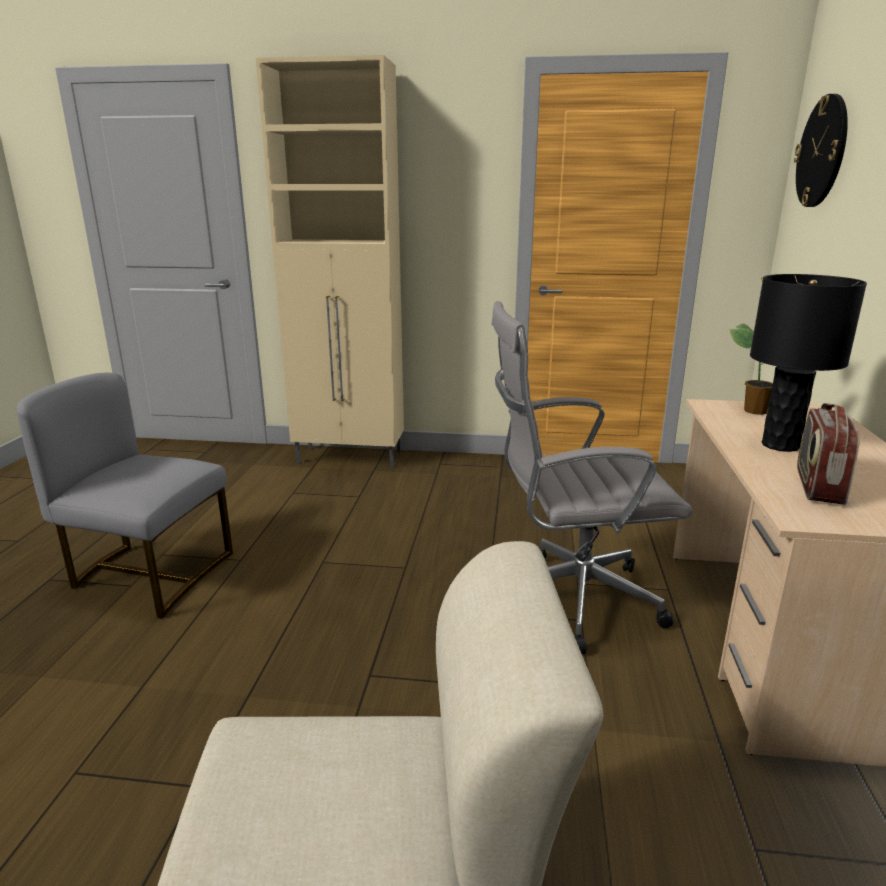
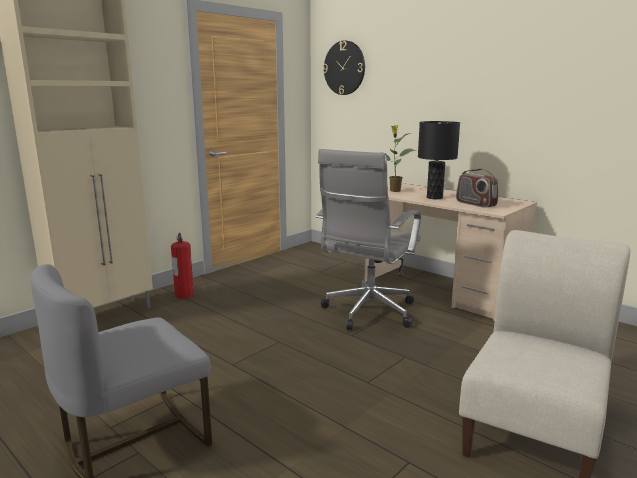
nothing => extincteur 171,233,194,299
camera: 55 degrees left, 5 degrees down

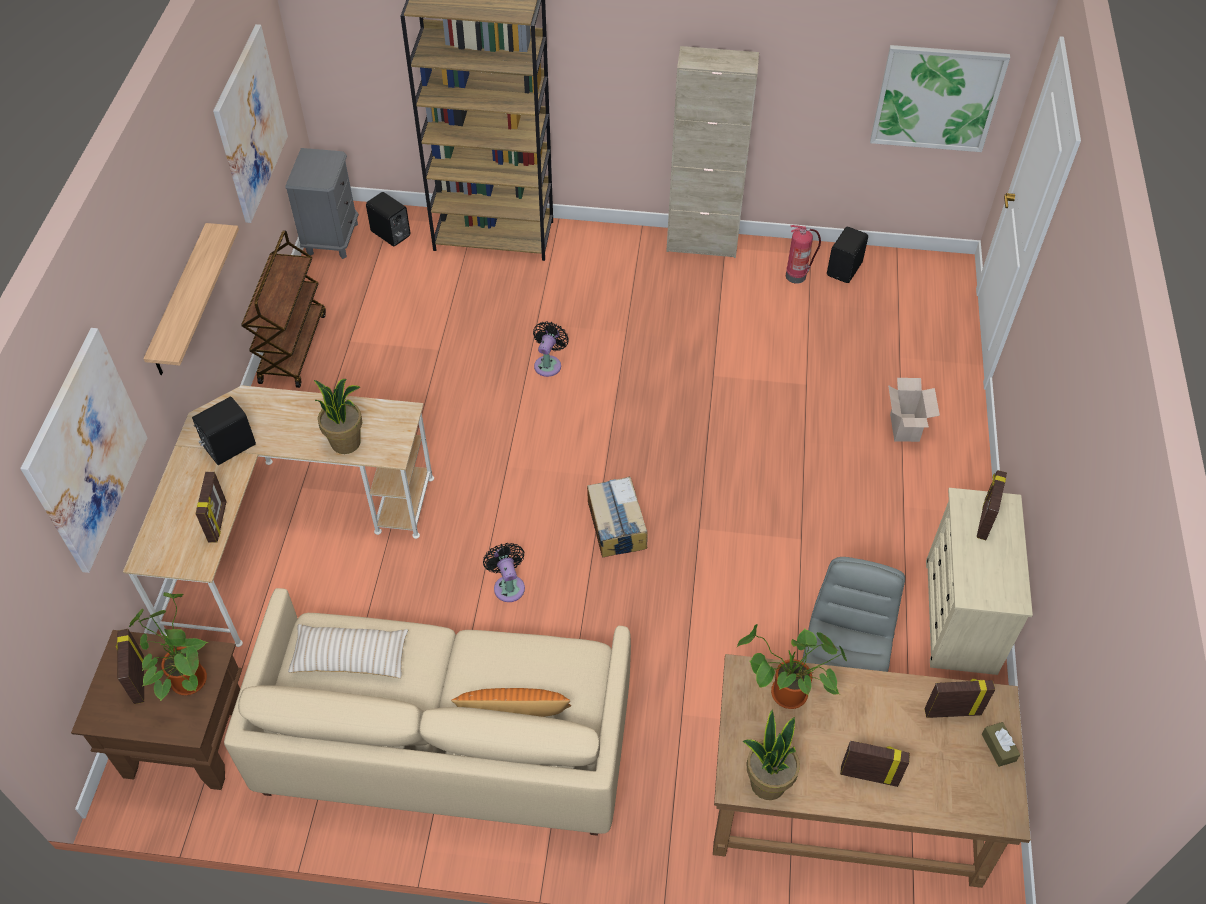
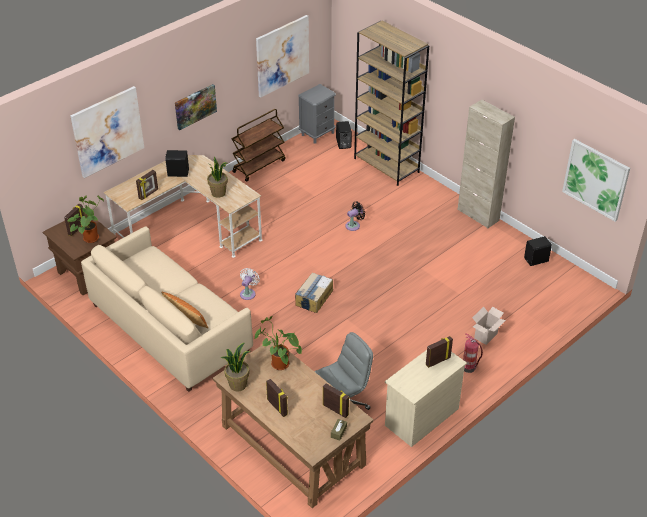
étagère 143,223,239,375 => tableau 175,84,217,130
ventilateur (noir) 483,543,525,602 => ventilateur (blanc) 240,268,260,300
extincteur 786,225,821,284 => extincteur 463,333,483,373, moved
coussin (beige) 288,624,408,678 => nothing
camera: 40 degrees right, 10 degrees down

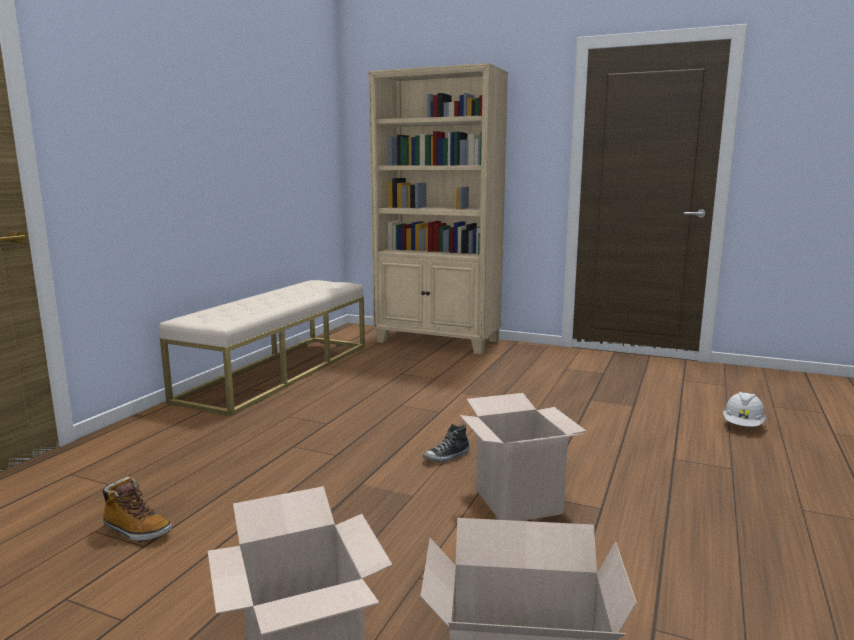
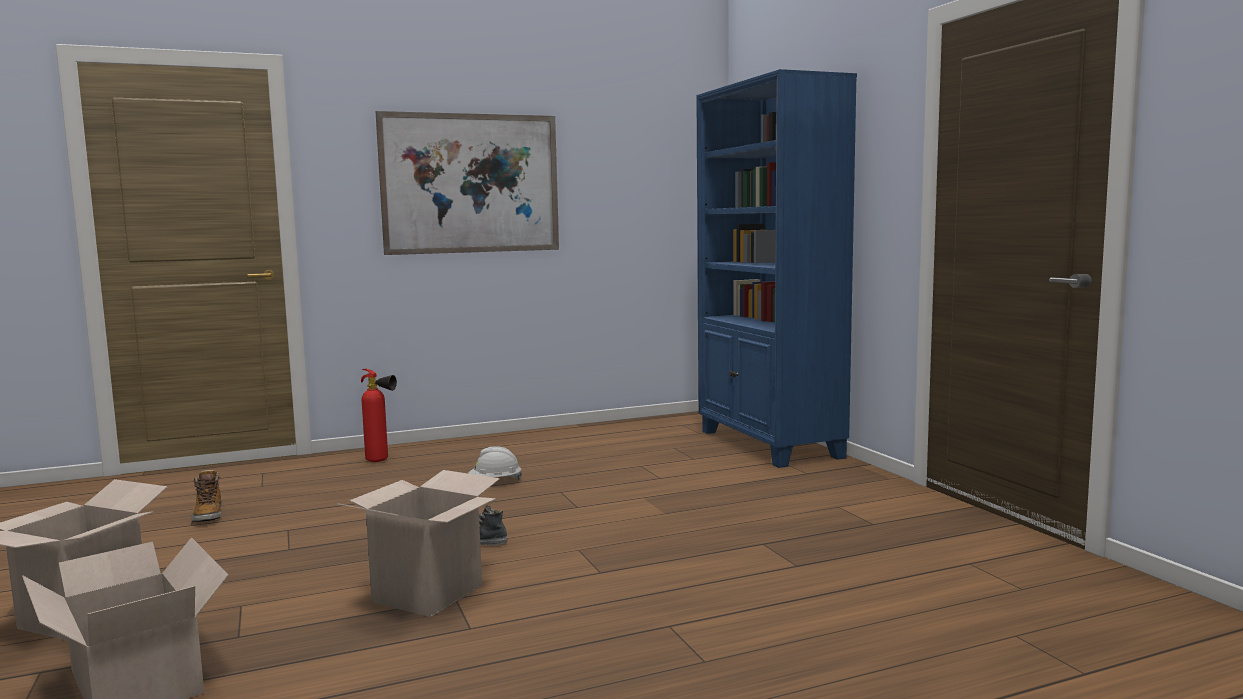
nothing => extincteur 361,369,397,462
nothing => tableau 376,111,559,255
casque de chantier (blanc) 723,392,766,427 => casque de chantier (blanc) 468,446,522,480, moved
bibliothèque (beige) 368,63,508,355 => bibliothèque (bleu) 696,69,857,468
banc (beige) 159,280,365,416 => nothing
camera: 45 degrees right, 5 degrees down

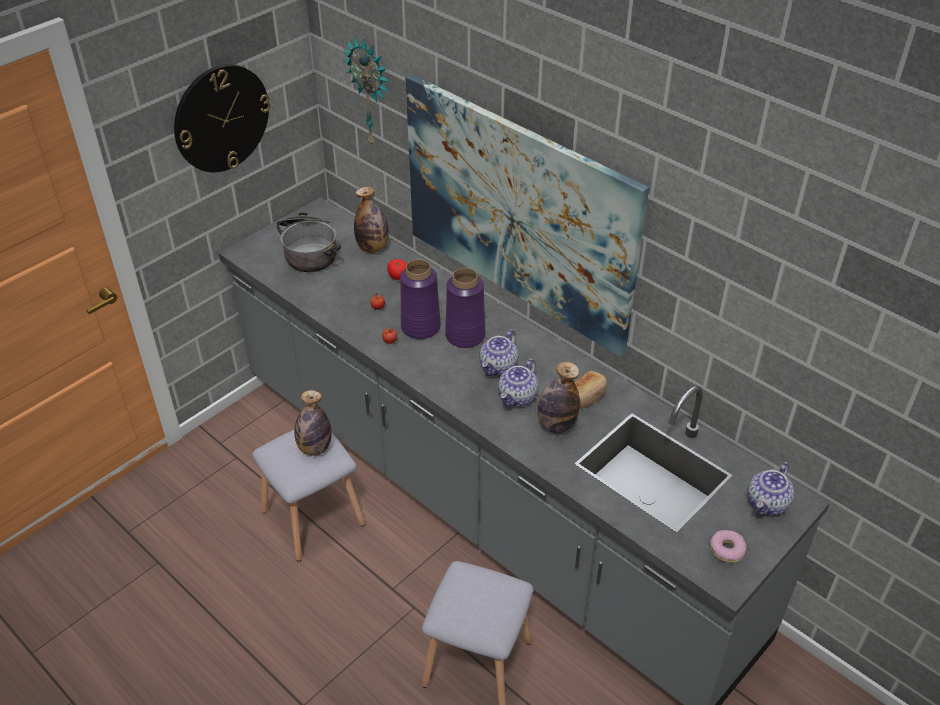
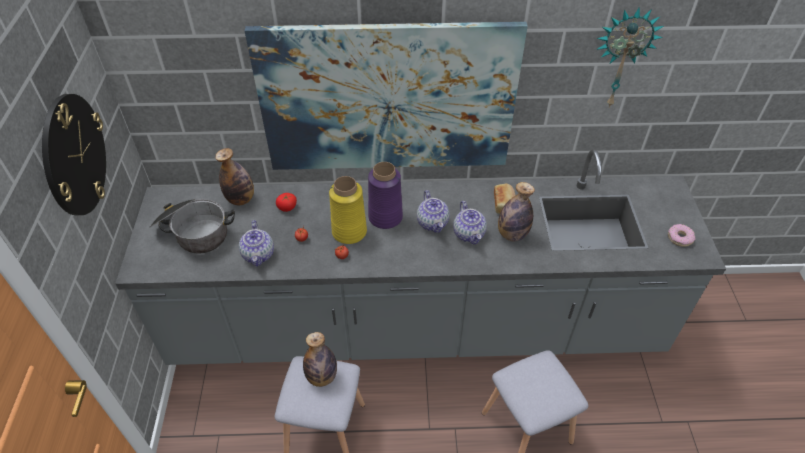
théière 748,462,794,516 => théière 239,220,274,267, moved
vase (violet) 400,259,441,339 => vase (jaune) 329,176,367,244
horloge murale 343,37,389,147 => horloge murale 596,7,664,107, moved
camera: 45 degrees left, 5 degrees up

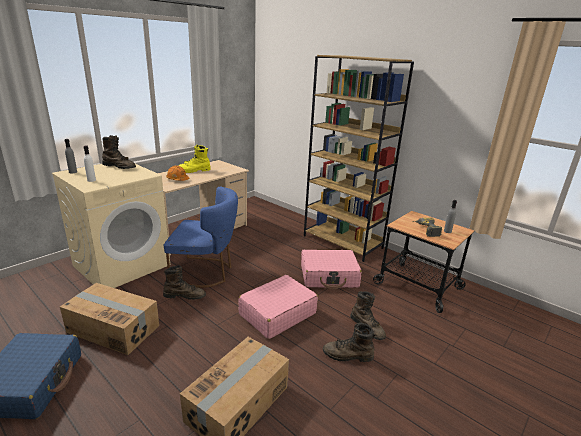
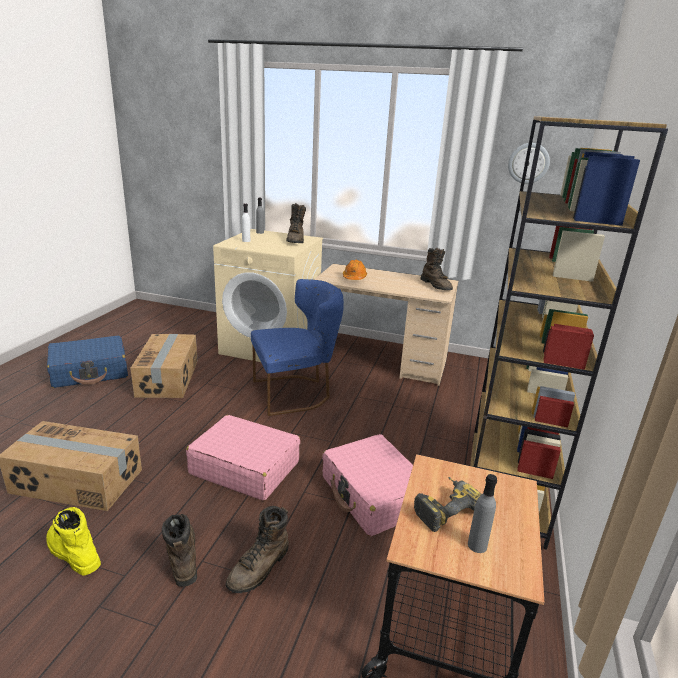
botte (jaune) 179,145,211,173 => botte (jaune) 46,507,101,576, moved
chaise (bleu) 164,187,238,288 => chaise (bleu) 251,279,344,416, 90 degrees counterclockwise
botte (marron) 163,265,206,300 => botte (marron) 420,248,453,290, moved
nothing => horloge murale 508,143,550,184
camera: 65 degrees right, 0 degrees up

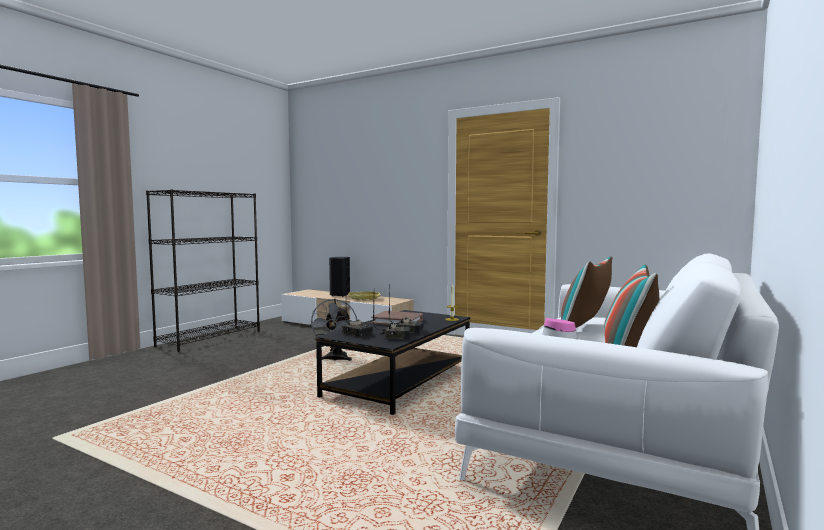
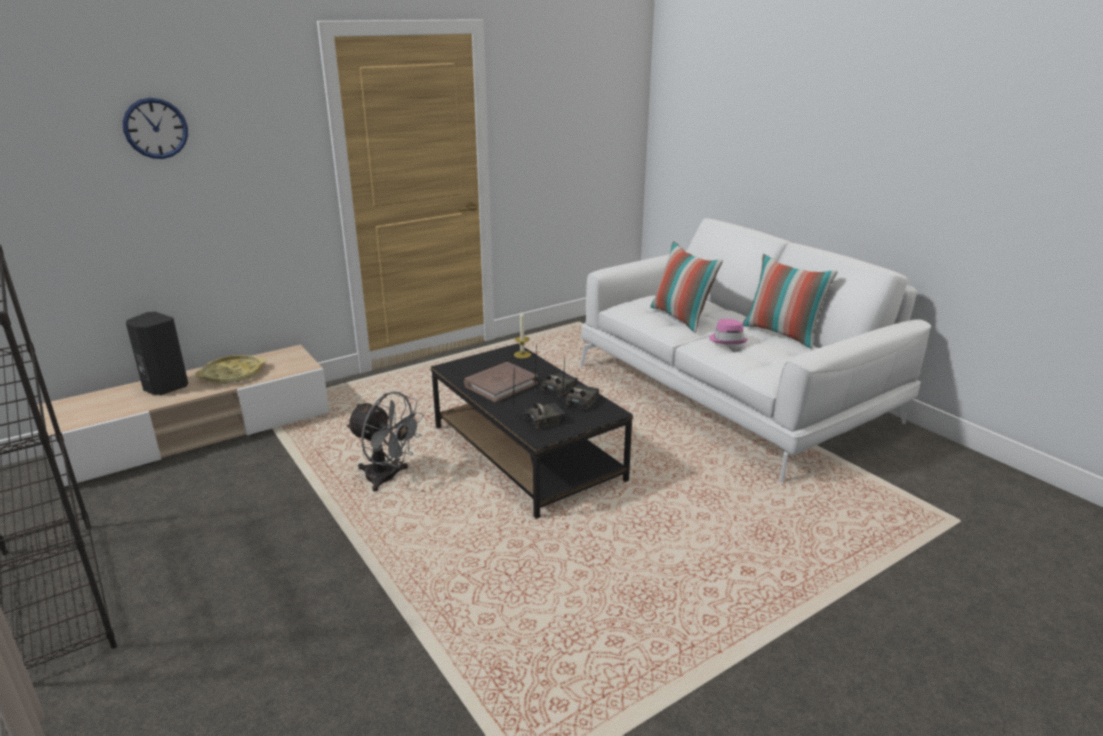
nothing => horloge murale 122,98,188,159
camera: 65 degrees left, 20 degrees up

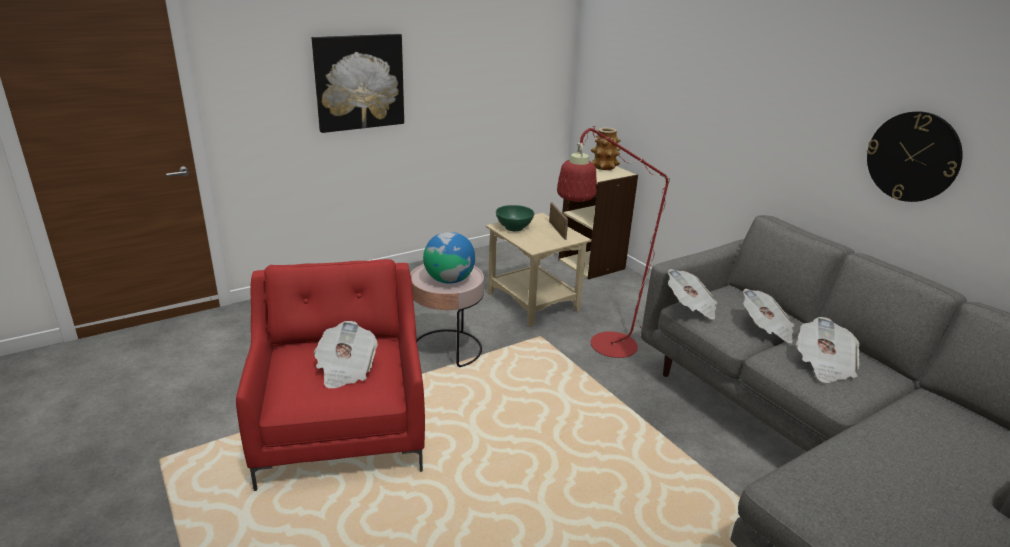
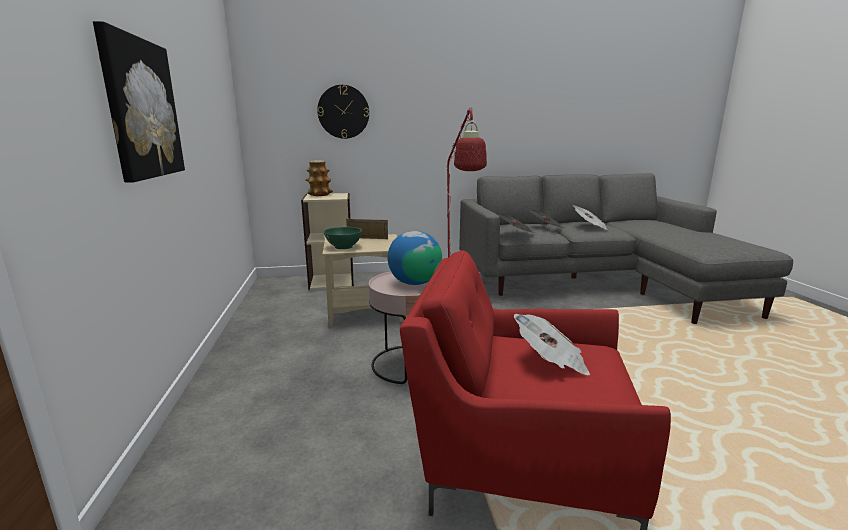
horloge murale 867,111,963,202 => horloge murale 317,85,369,139, moved
camera: 65 degrees left, 10 degrees down

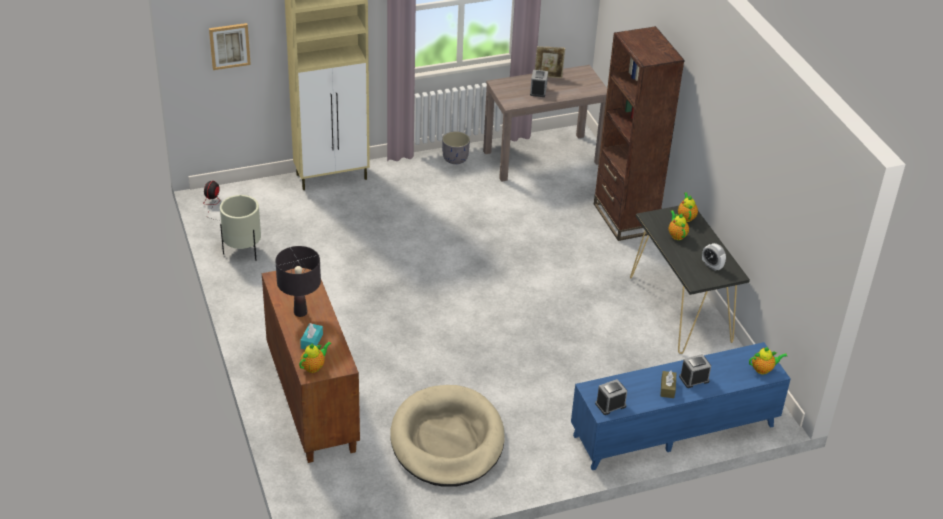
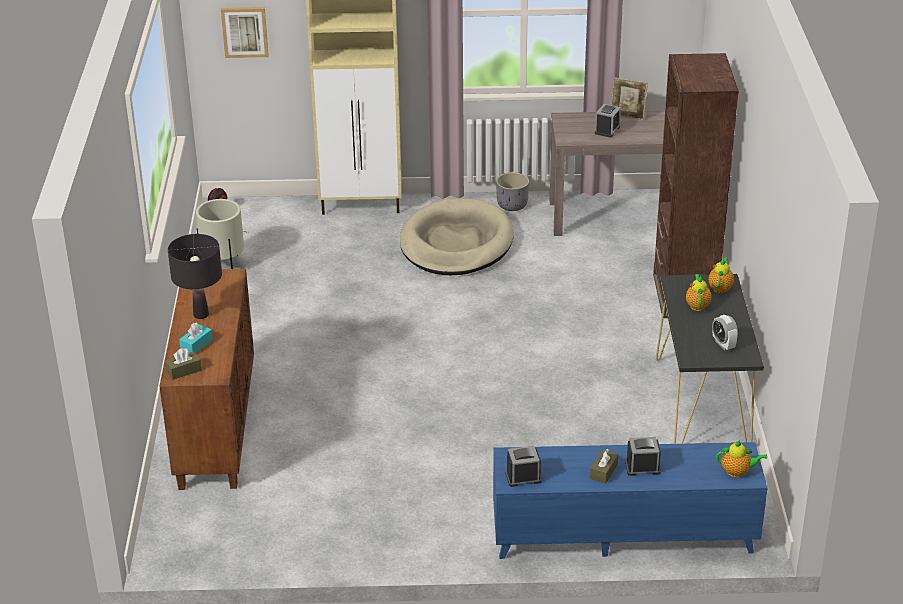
théière 299,342,332,373 => boîte à mouchoirs (marron) 165,348,202,380
panier pour chien (beige) 390,385,504,487 => panier pour chien (beige) 400,198,514,275, moved
camera: 20 degrees right, 5 degrees down

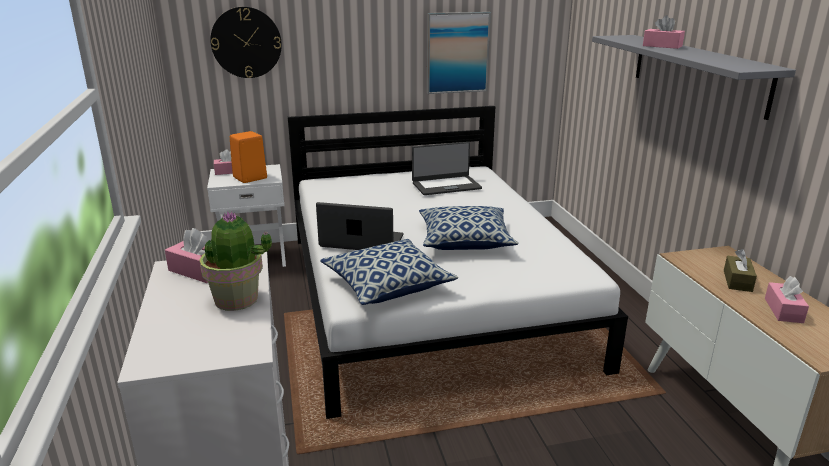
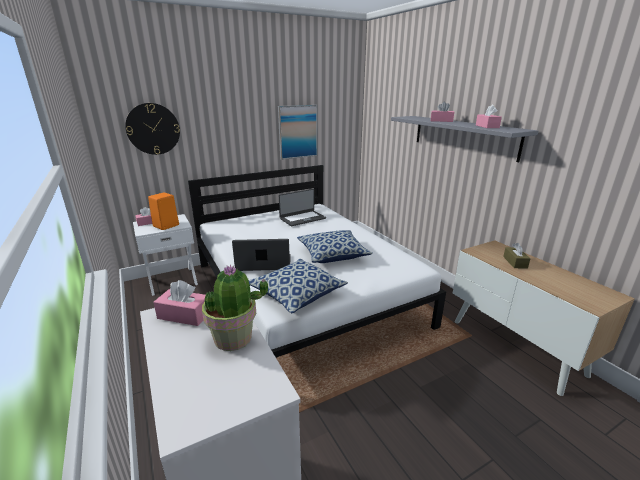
boîte à mouchoirs (rose) 765,276,809,323 => boîte à mouchoirs (rose) 476,105,502,128, moved
camera: 15 degrees left, 0 degrees up

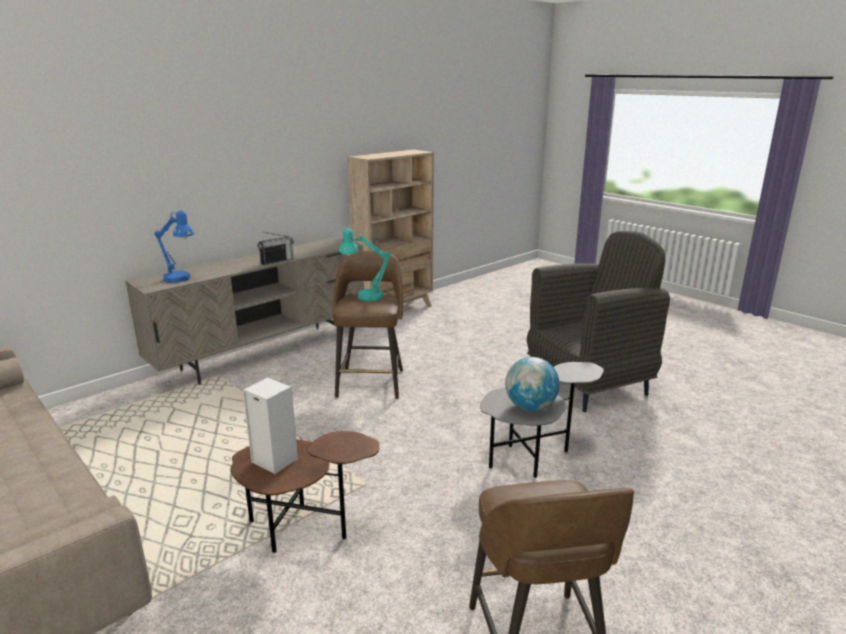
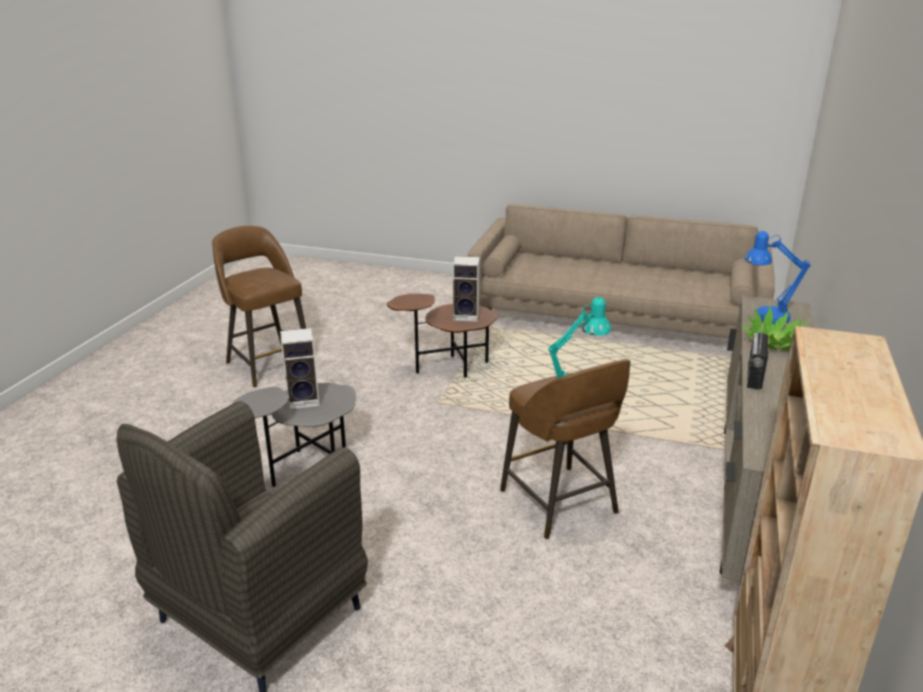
globe 505,357,560,411 => enceinte 280,328,319,410
nothing => plante en pot 742,306,809,350
camera: 150 degrees right, 5 degrees up

